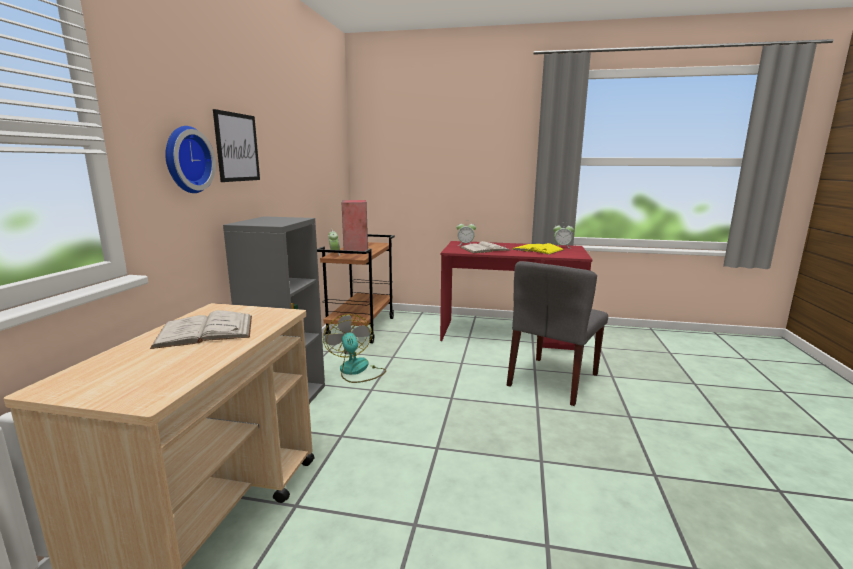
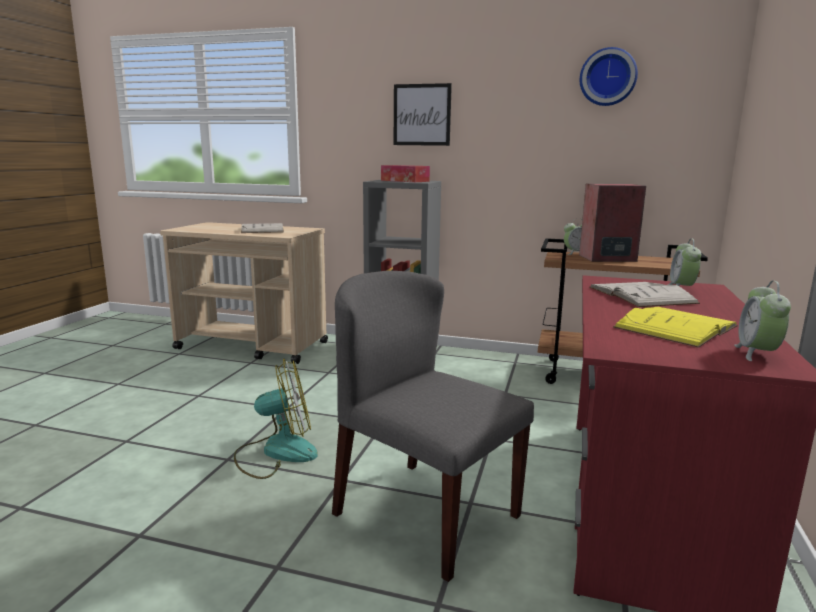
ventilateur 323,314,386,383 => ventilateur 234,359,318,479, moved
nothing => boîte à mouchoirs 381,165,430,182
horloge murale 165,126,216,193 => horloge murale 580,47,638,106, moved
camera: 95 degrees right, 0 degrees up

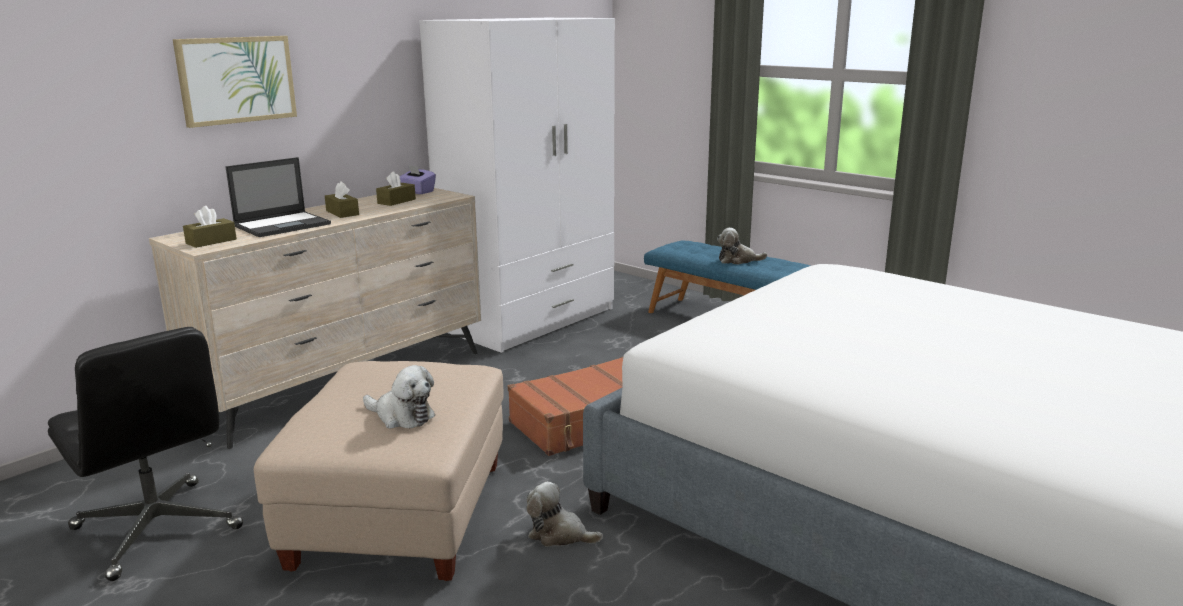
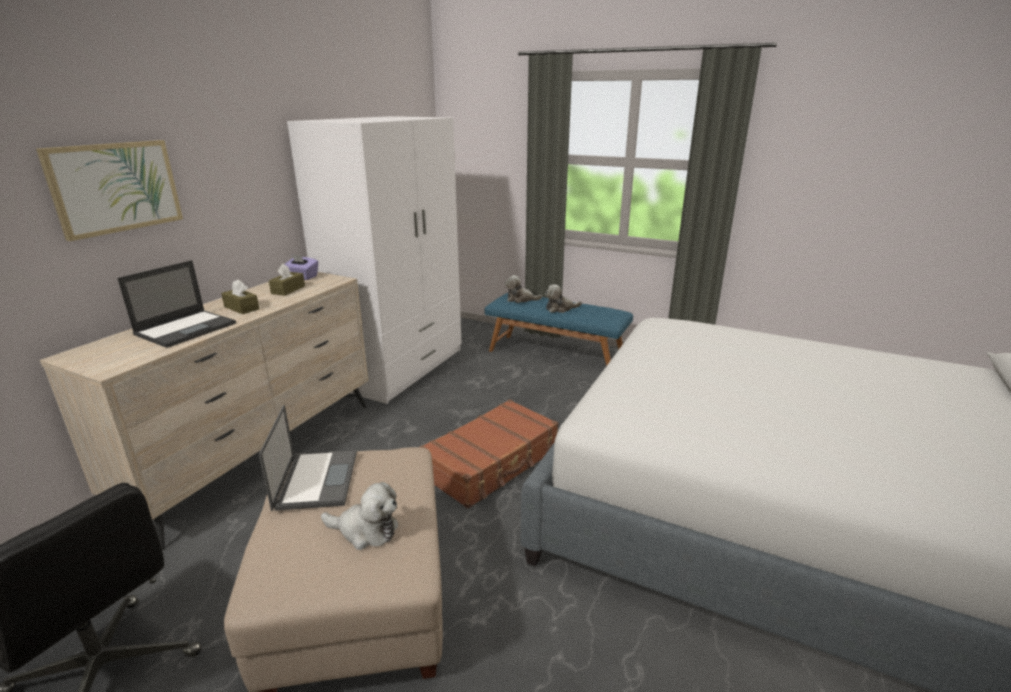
nothing => ordinateur portable 259,405,357,511
peluche 526,482,603,547 => peluche 505,275,542,303, moved
boîte à mouchoirs (marron) 183,206,237,248 => nothing
camera: 15 degrees left, 5 degrees up

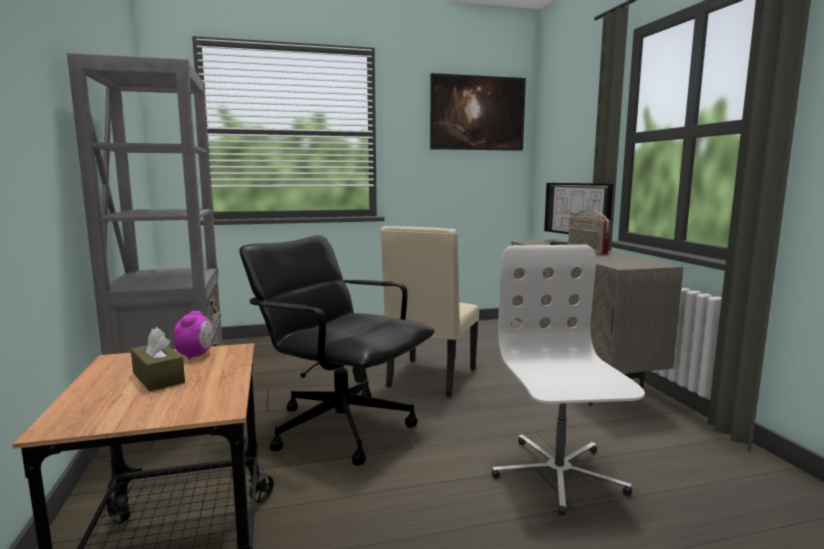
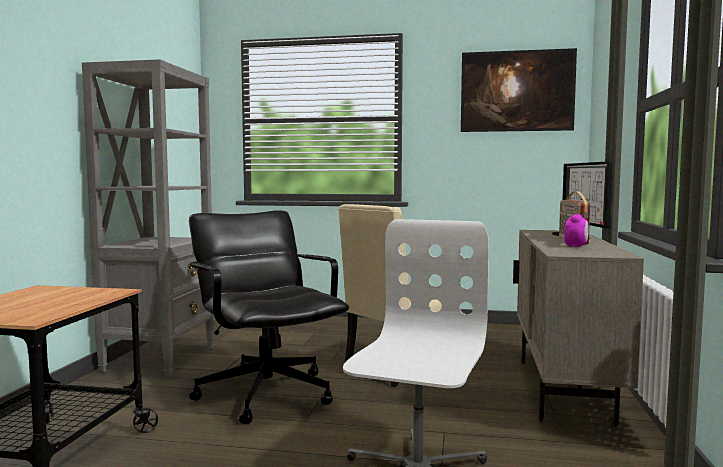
réveil 174,311,213,360 => réveil 564,214,589,247, moved
boîte à mouchoirs (marron) 131,327,185,391 => nothing
camera: 25 degrees right, 5 degrees down

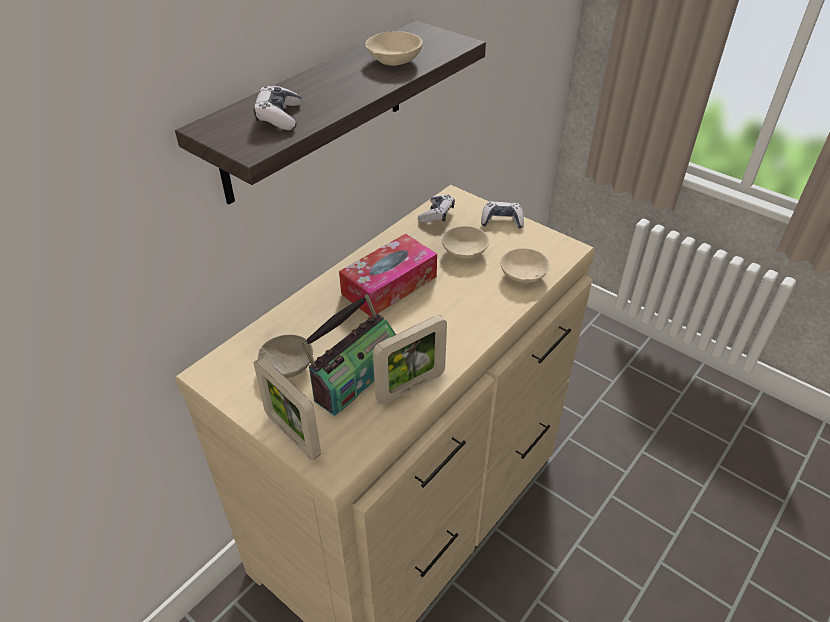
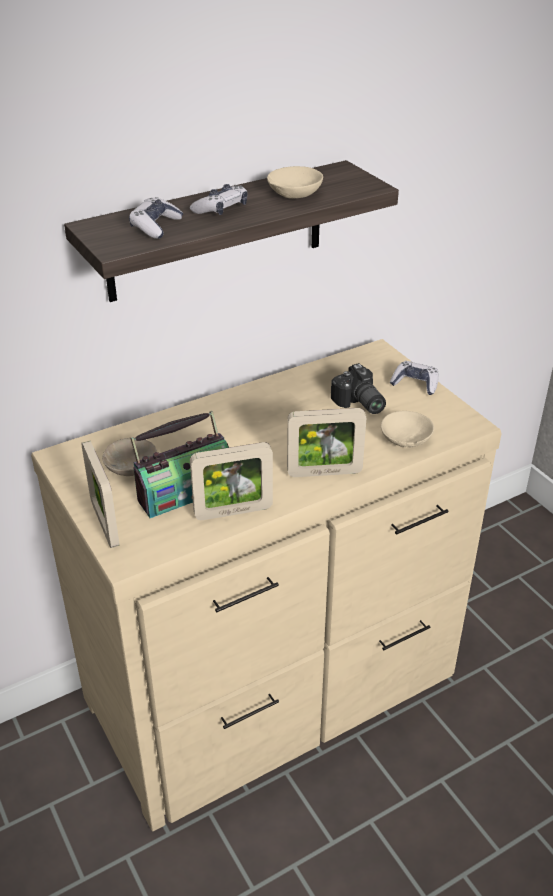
manette 418,195,455,223 => manette 190,184,248,215, moved
nothing => cadre photo 287,408,366,477
bol (beige) 442,226,489,259 => appareil photo 331,363,386,414
boîte à mouchoirs 339,234,437,317 => nothing
camera: 20 degrees right, 5 degrees down

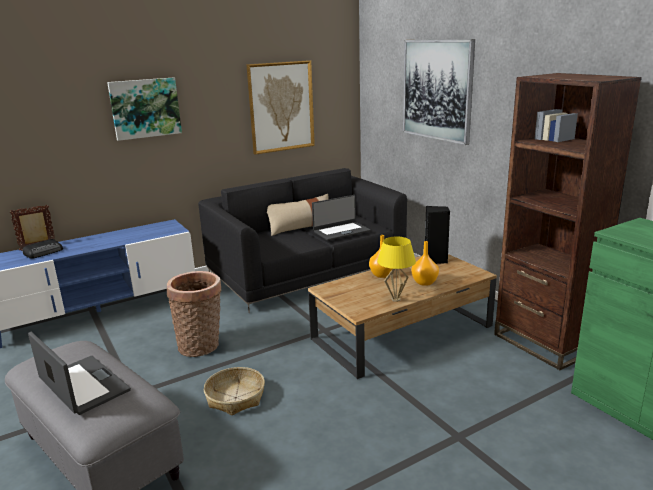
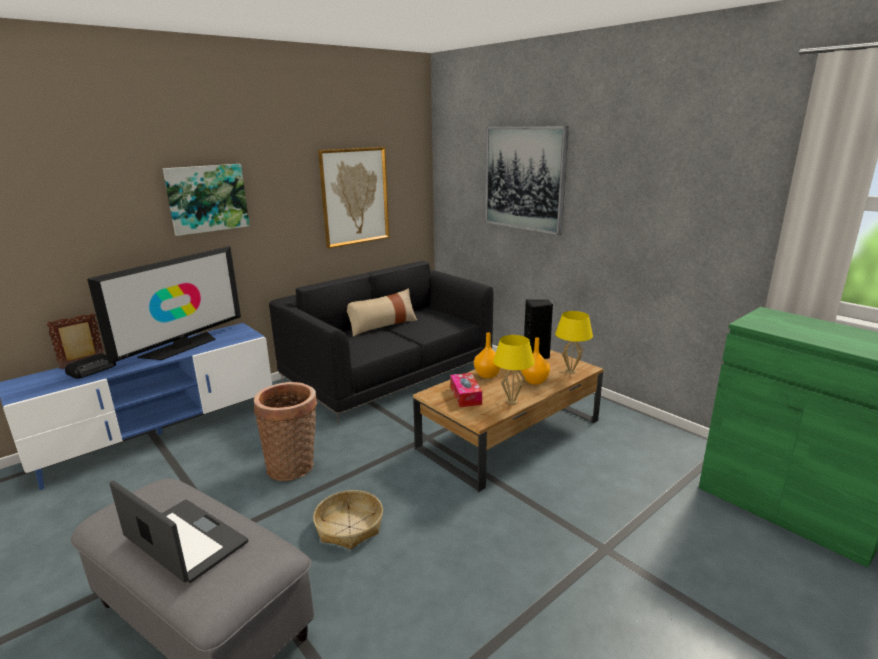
nothing => téléviseur 87,246,241,364
nothing => boîte à mouchoirs 450,373,482,407
nothing => lampe de table (jaune) 555,311,593,374
ordinateur portable 312,195,371,241 => nothing
bibliothèque (marron) 494,73,642,370 => nothing
camera: 10 degrees left, 0 degrees up

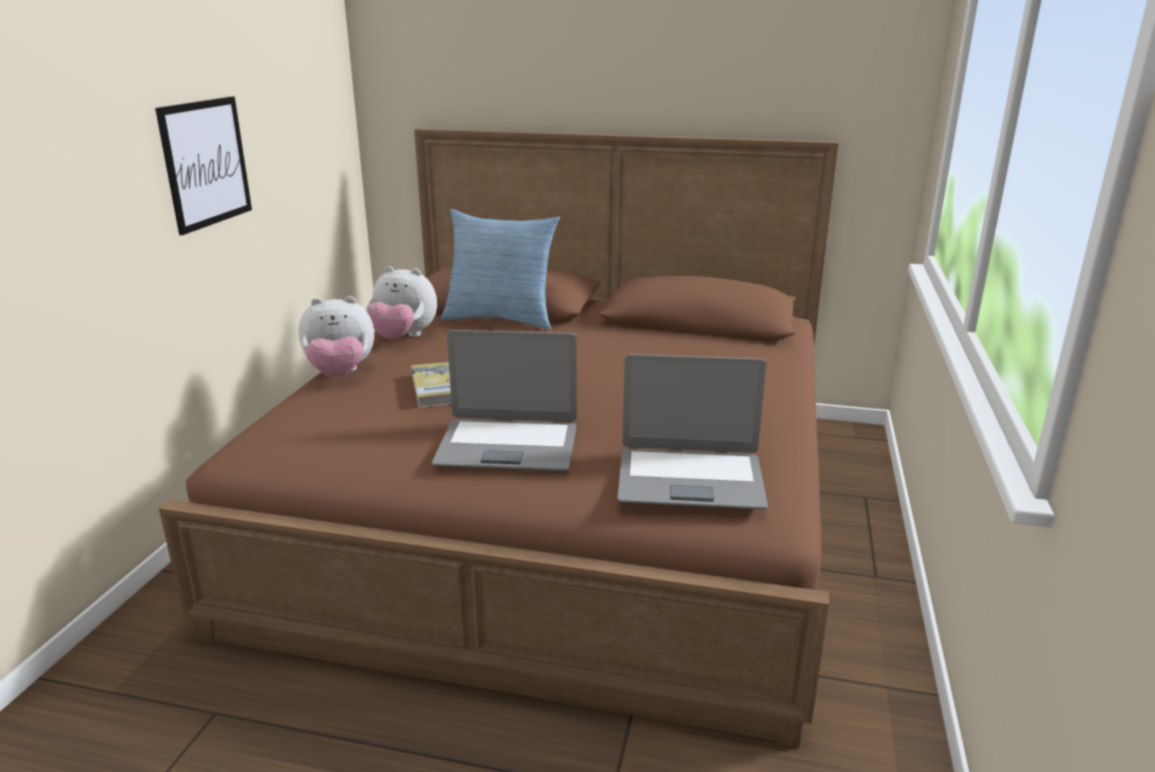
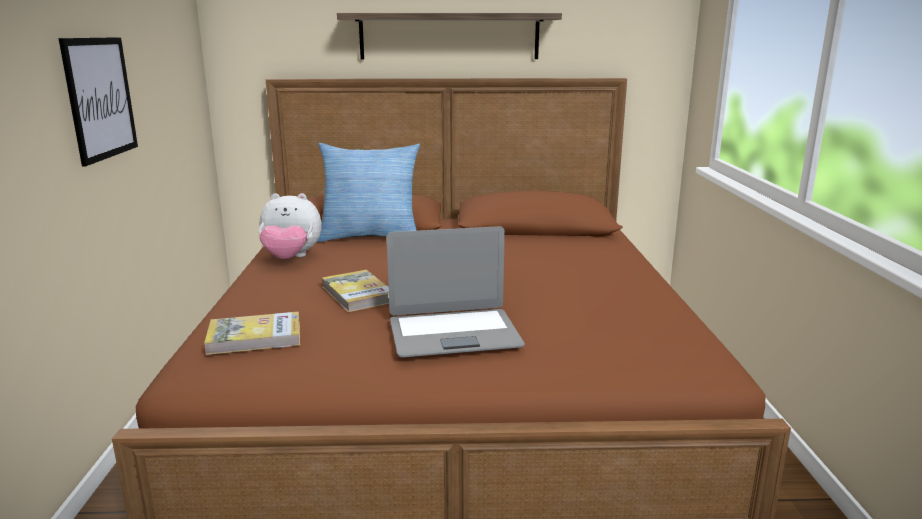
nothing => livre 204,312,300,355
nothing => étagère 337,13,562,60
peluche 299,296,374,377 => nothing
ordinateur portable 617,354,768,509 => nothing
camera: 15 degrees left, 5 degrees down

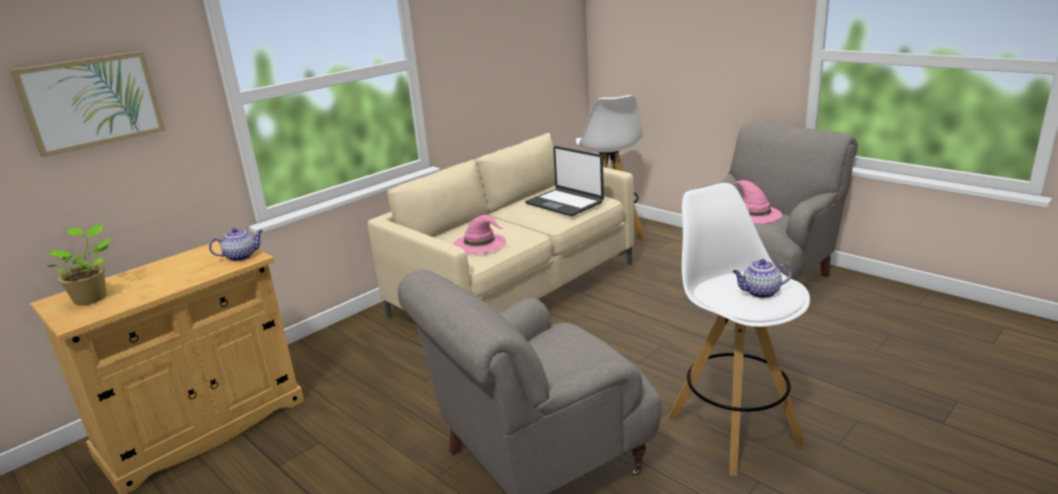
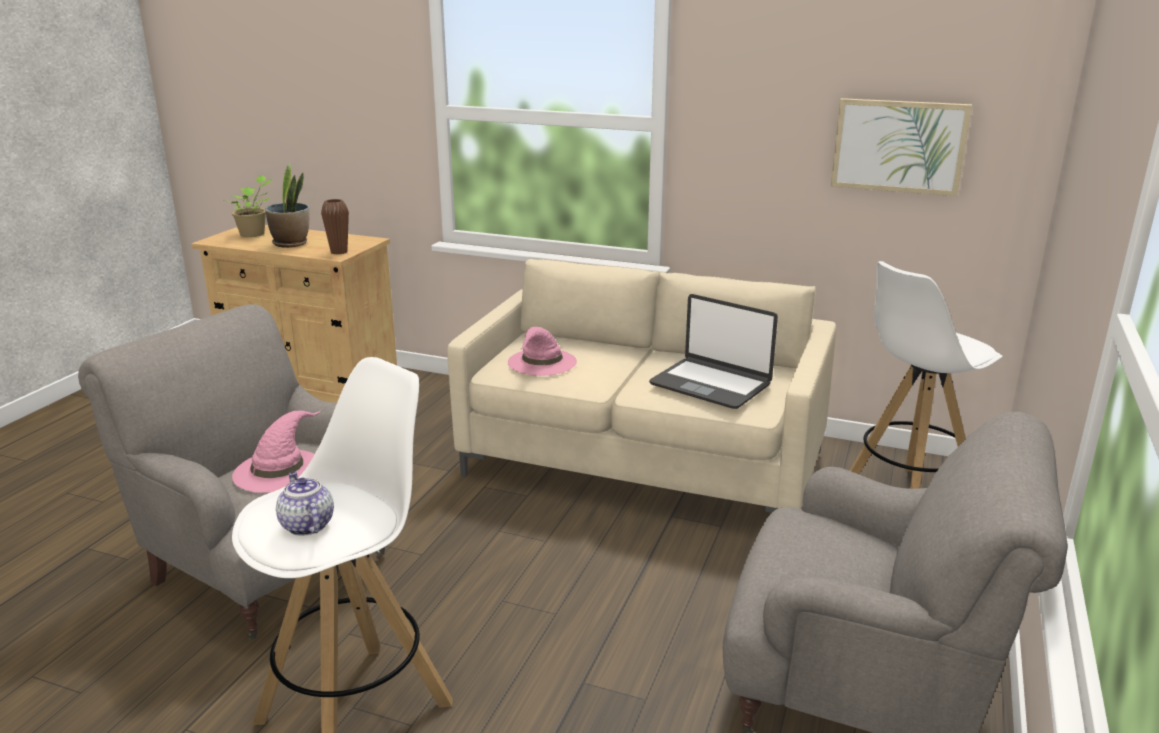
chapeau (rose) 729,180,782,223 => chapeau (rose) 232,410,321,493, moved
nothing => plante en pot 265,163,309,248
théière 209,228,263,261 => vase (marron) 321,199,349,255
ordinateur portable 525,146,604,216 => ordinateur portable 649,294,778,409, 75 degrees counterclockwise
tableau 10,51,165,157 => tableau 831,98,972,196, moved
camera: 65 degrees right, 0 degrees up

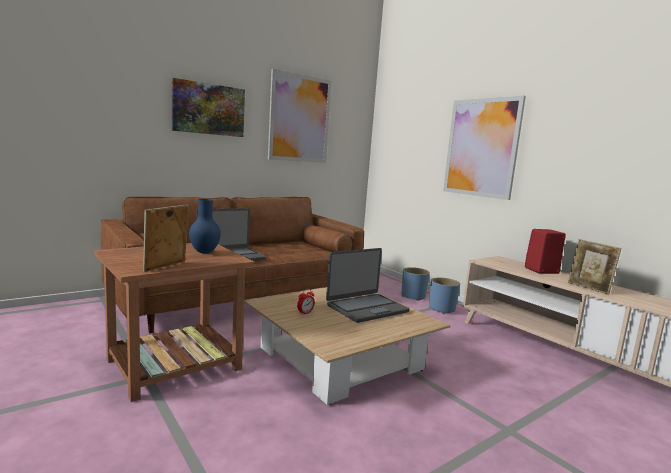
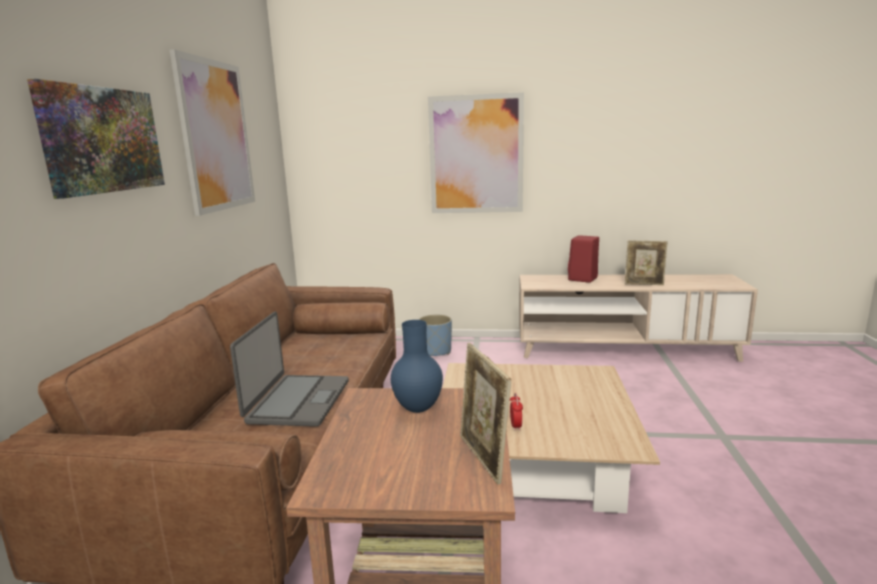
ordinateur portable 326,248,410,323 => nothing
cache-pot (bleu) 429,278,460,314 => nothing
camera: 45 degrees left, 5 degrees up

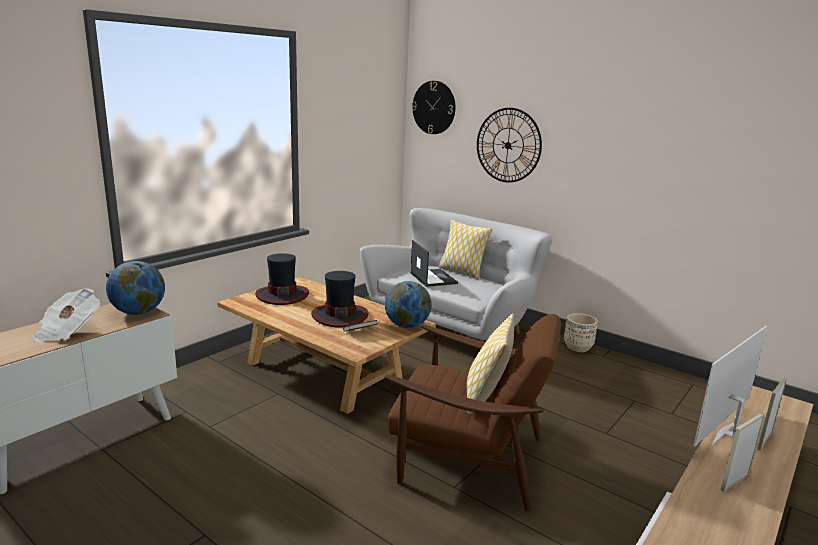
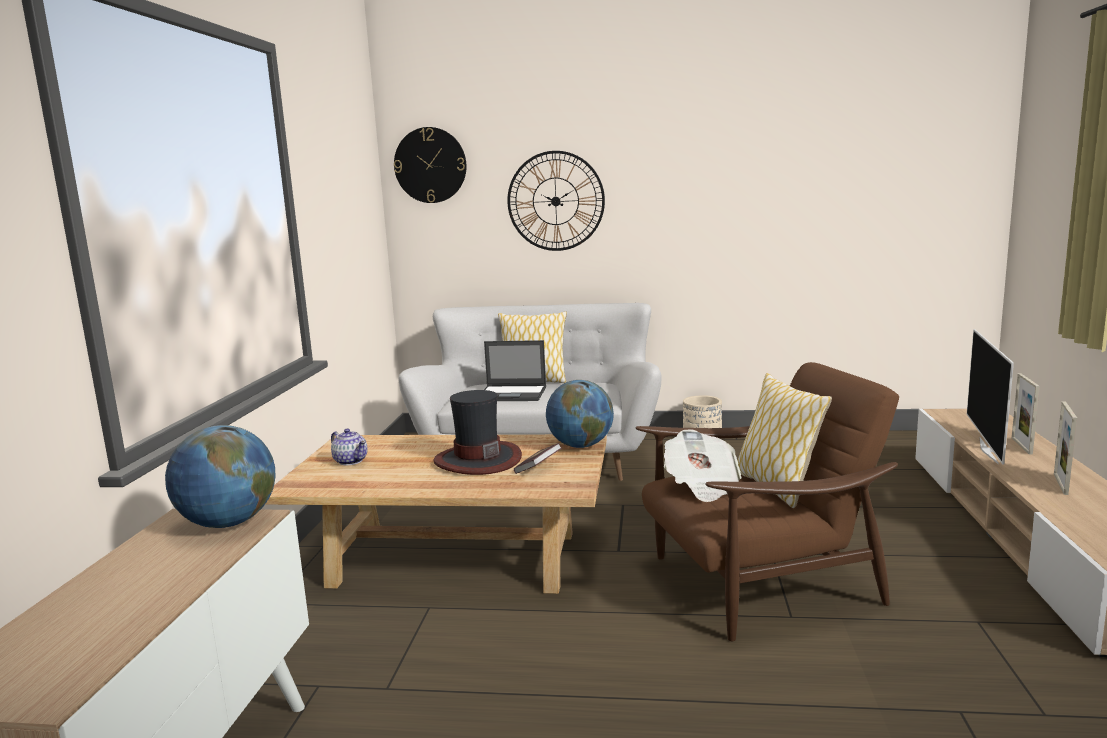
chapeau 255,253,309,305 => théière 331,429,368,465
ordinateur portable 410,240,458,287 => ordinateur portable 484,340,546,401, 150 degrees clockwise
journal 32,288,100,342 => journal 664,429,742,502, moved
camera: 30 degrees left, 5 degrees down

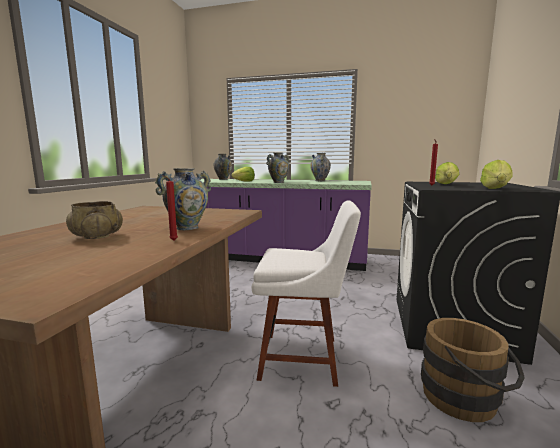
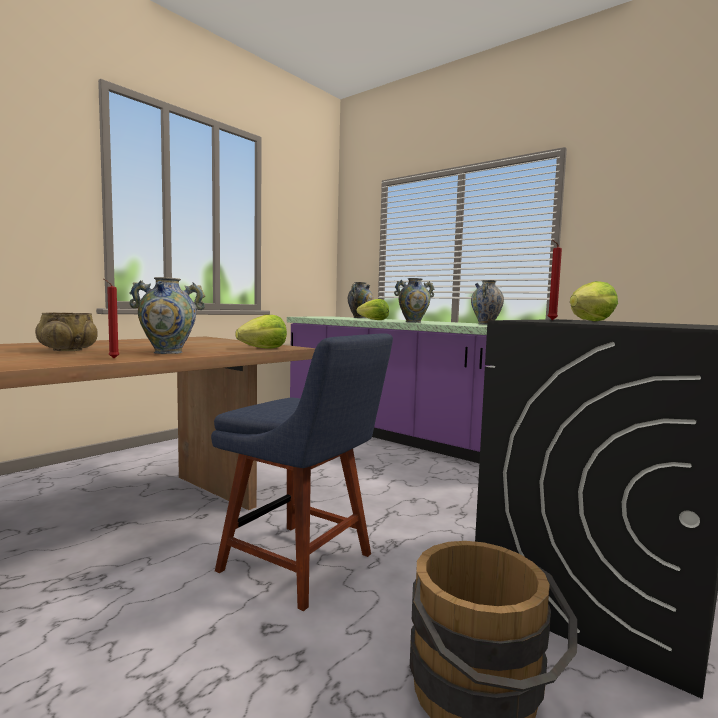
chaise (blanc) 252,200,361,387 => chaise (bleu) 211,333,393,611
laitue 480,160,513,189 => laitue 235,315,287,348, moved
camera: 25 degrees right, 5 degrees down

